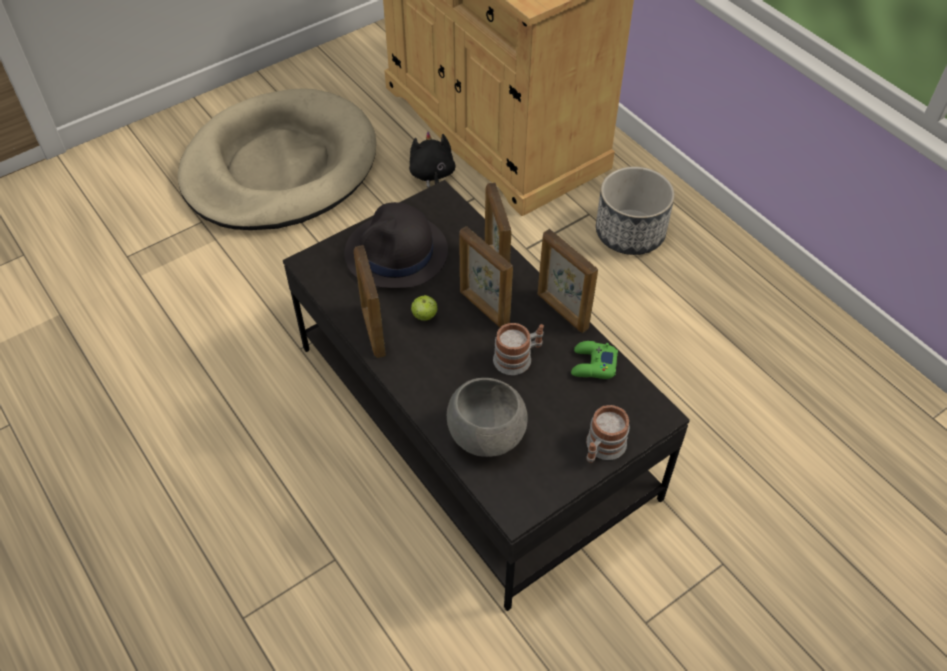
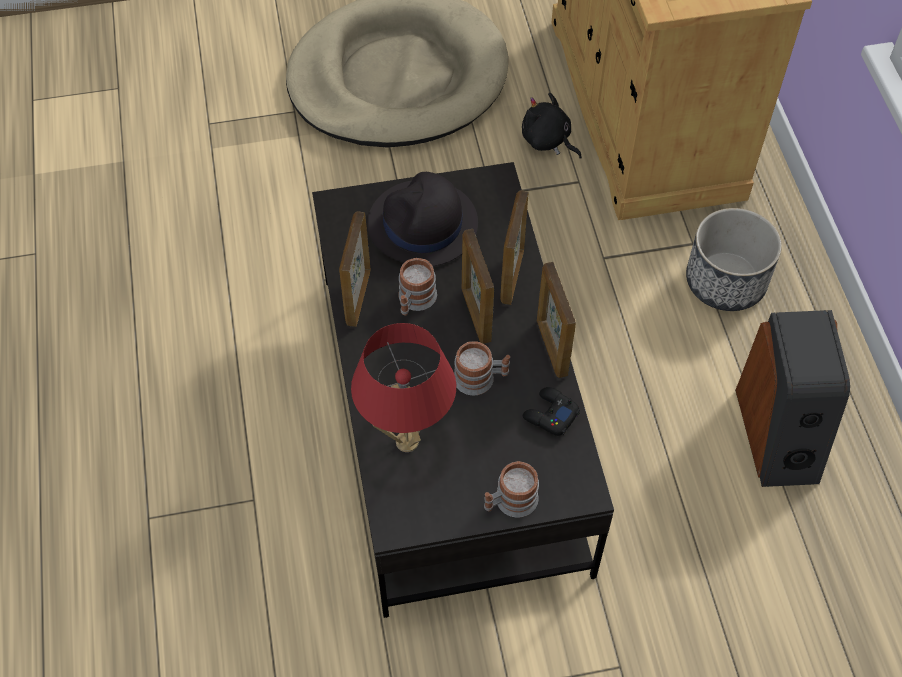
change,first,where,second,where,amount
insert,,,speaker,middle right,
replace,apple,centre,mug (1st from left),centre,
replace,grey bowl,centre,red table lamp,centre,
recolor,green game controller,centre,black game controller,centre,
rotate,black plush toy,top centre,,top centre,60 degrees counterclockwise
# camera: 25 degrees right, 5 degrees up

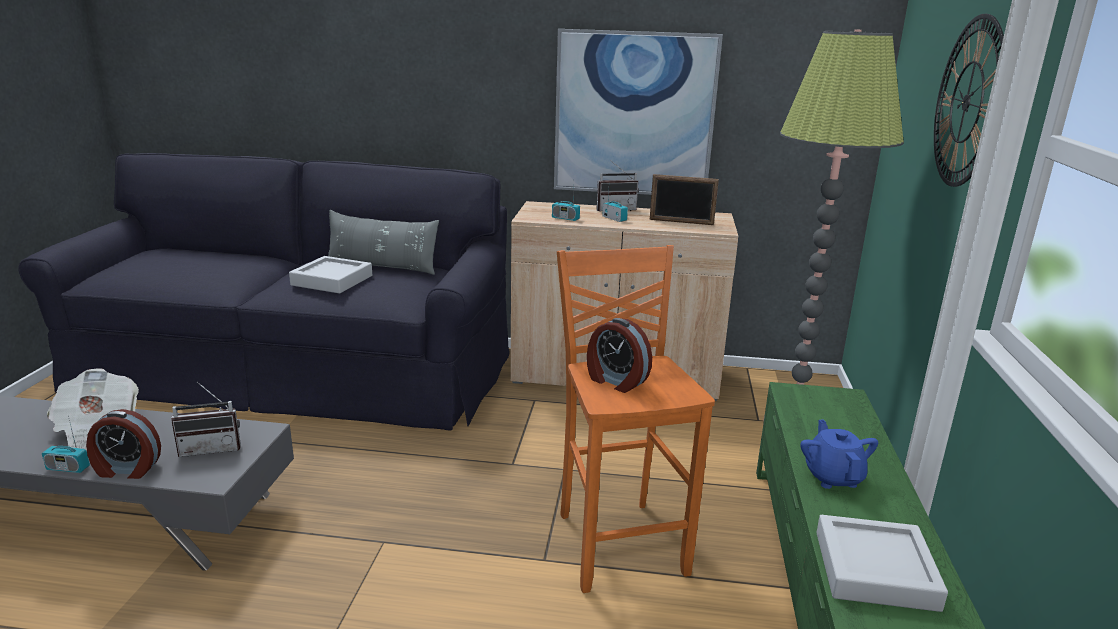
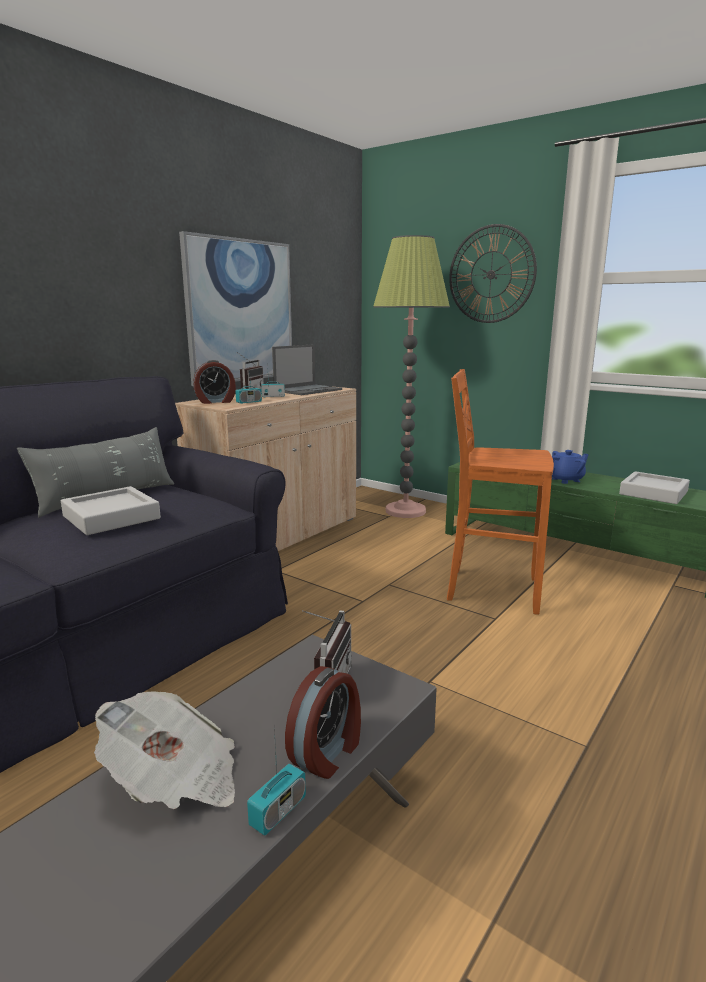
change,first,where,second,where,amount
move,alarm clock (2nd from left in the first image),centre,alarm clock (1st from left),middle left,
replace,picture frame,top centre,laptop,centre,
rotate,blue teapot,bottom right,,middle right,135 degrees clockwise
# camera: 60 degrees left, 5 degrees down

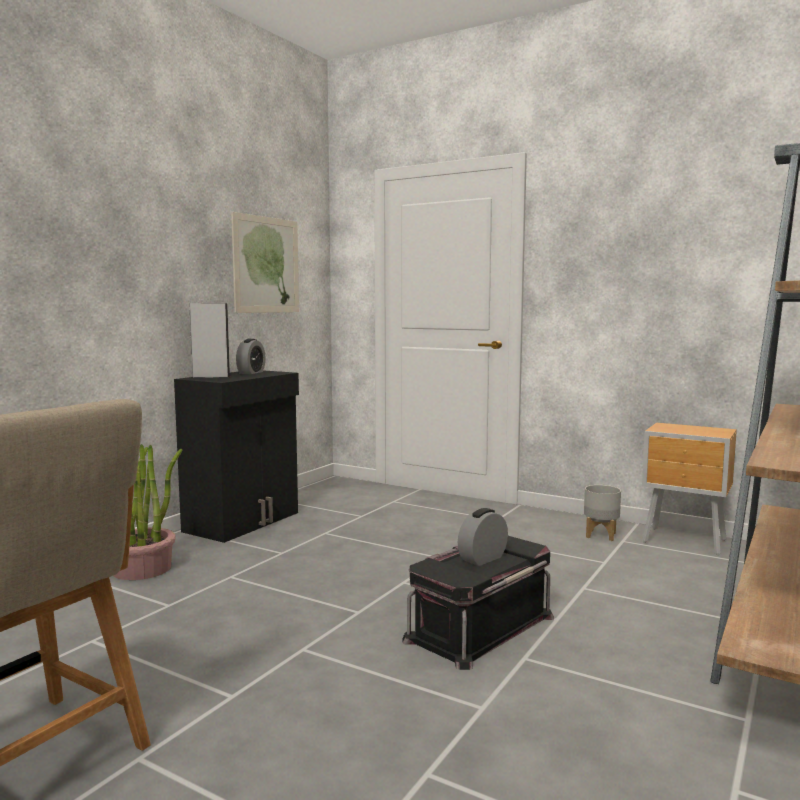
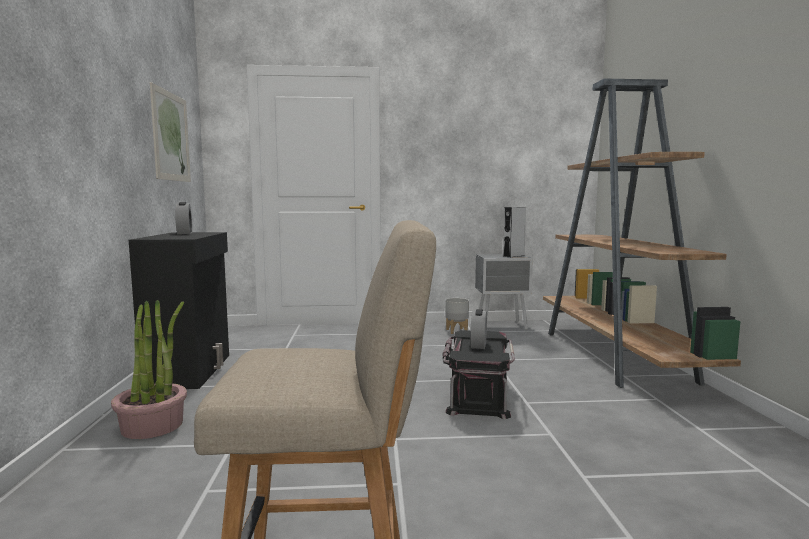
change,first,where,second,where,amount
move,grey speaker,middle left,,centre,
recolor,brown nightstand,middle right,grey nightstand,centre,
# camera: 35 degrees left, 0 degrees up

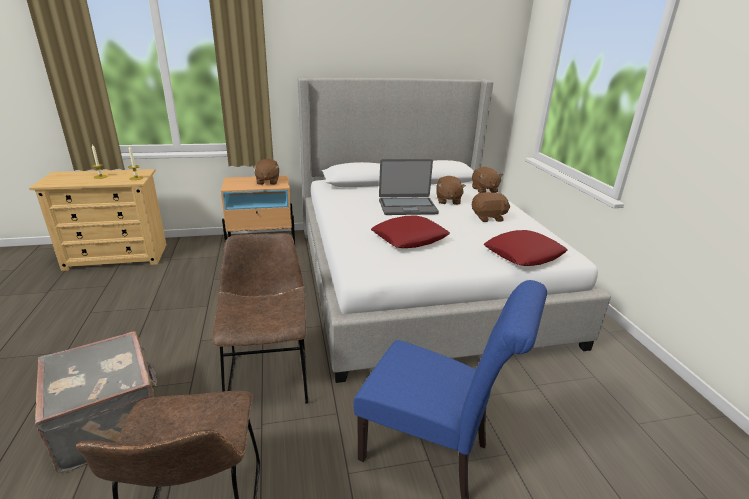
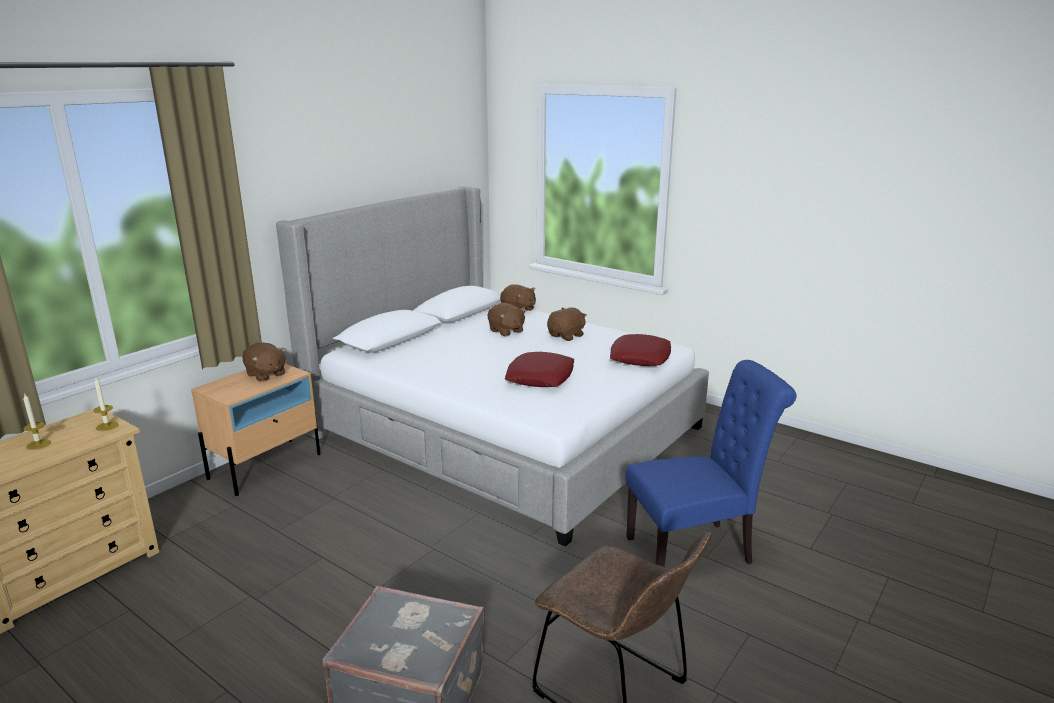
change,first,where,second,where,amount
delete,brown chair (2nd from left),centre,,,
delete,laptop,centre,,,
# camera: 40 degrees left, 5 degrees down

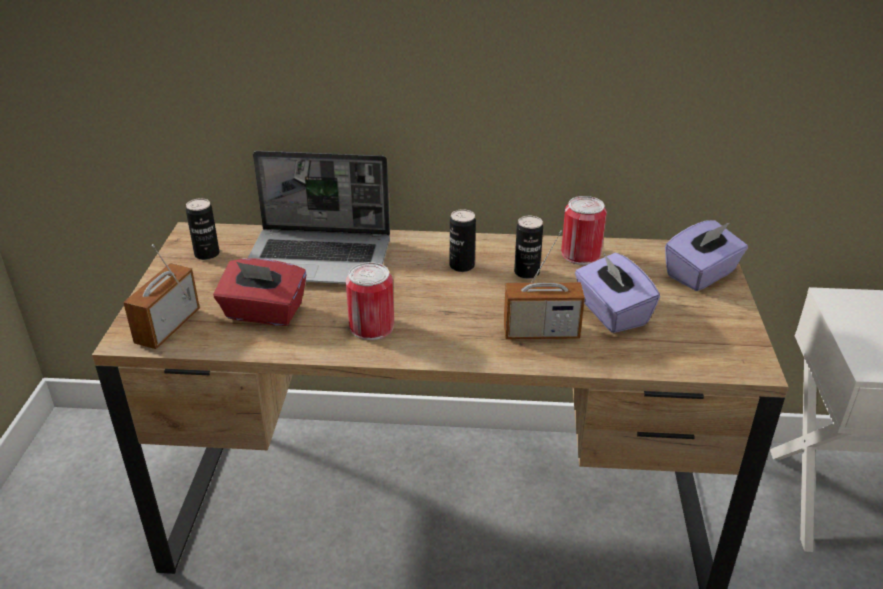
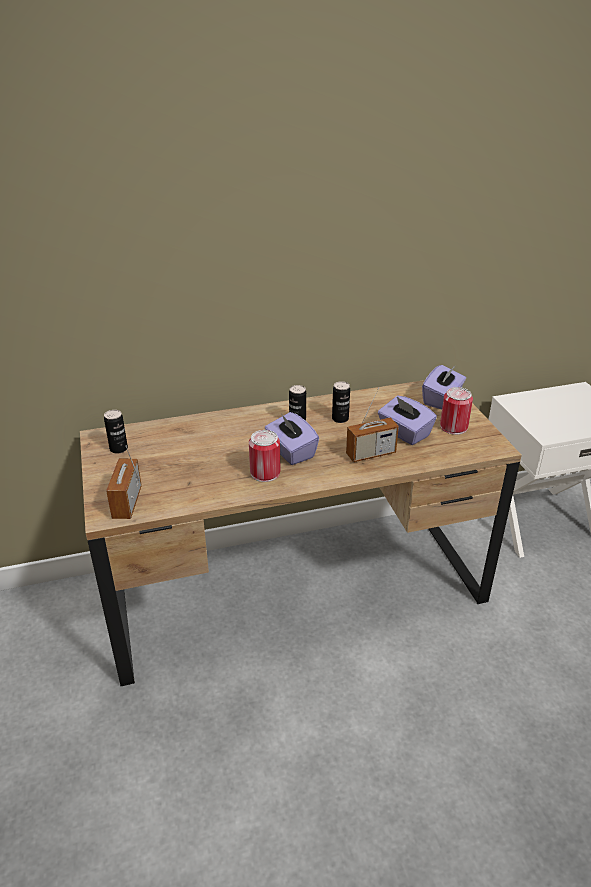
change,first,where,second,where,amount
delete,red tissue box,middle left,,,
delete,laptop,centre,,,
insert,,,purple tissue box (1st from left),centre,
move,can (5th from left),centre,,middle right,
# camera: 20 degrees left, 0 degrees up

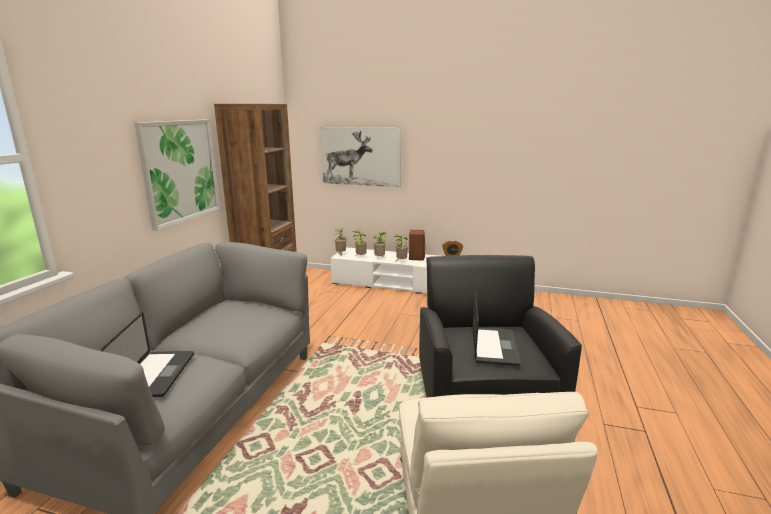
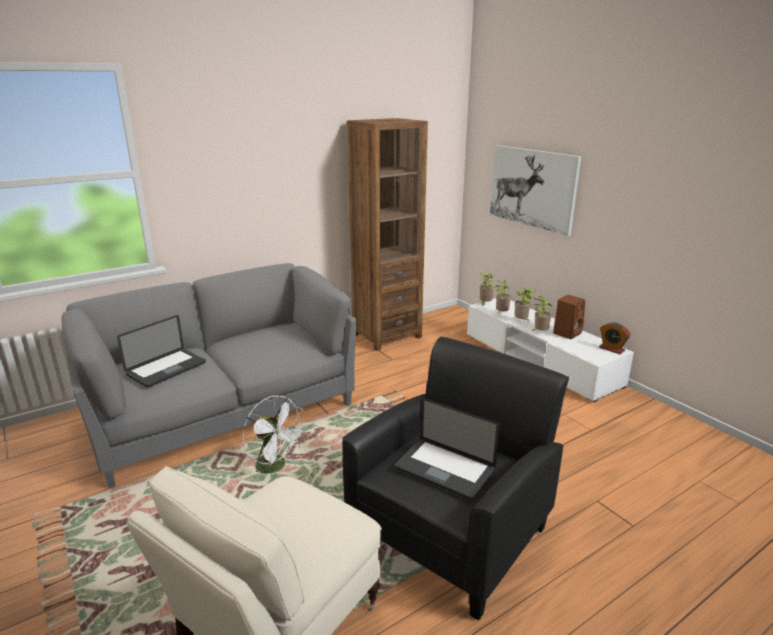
change,first,where,second,where,amount
delete,picture (1st from left),middle left,,,
insert,,,white fan,bottom centre,
rotate,laptop (2nd from left),centre,,bottom centre,75 degrees clockwise
# camera: 40 degrees right, 5 degrees up

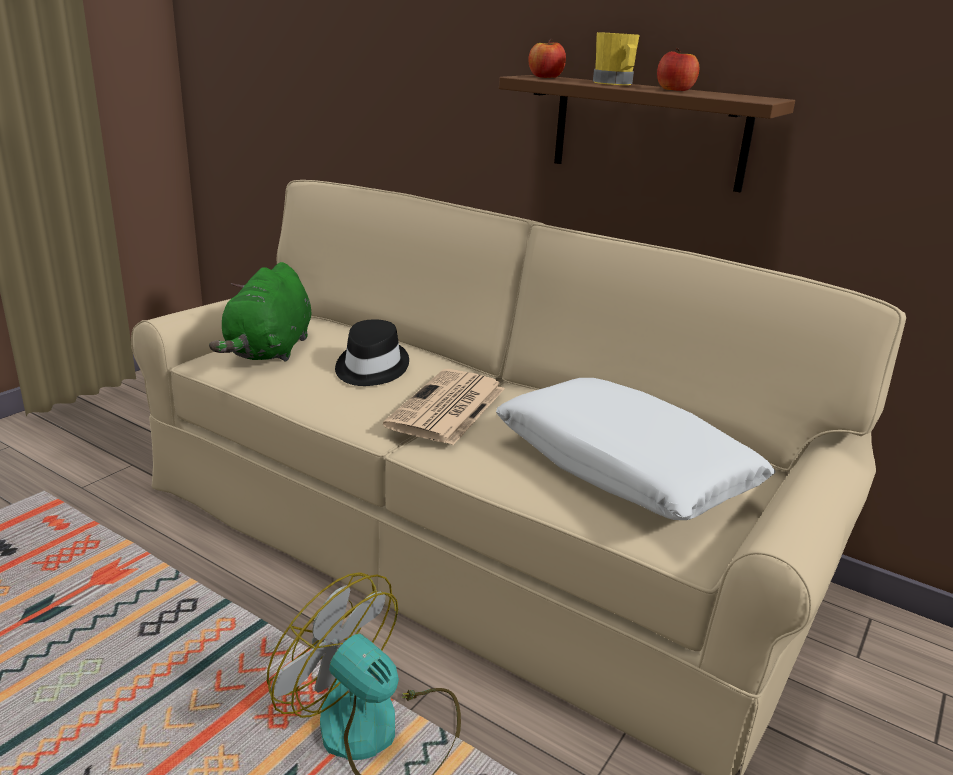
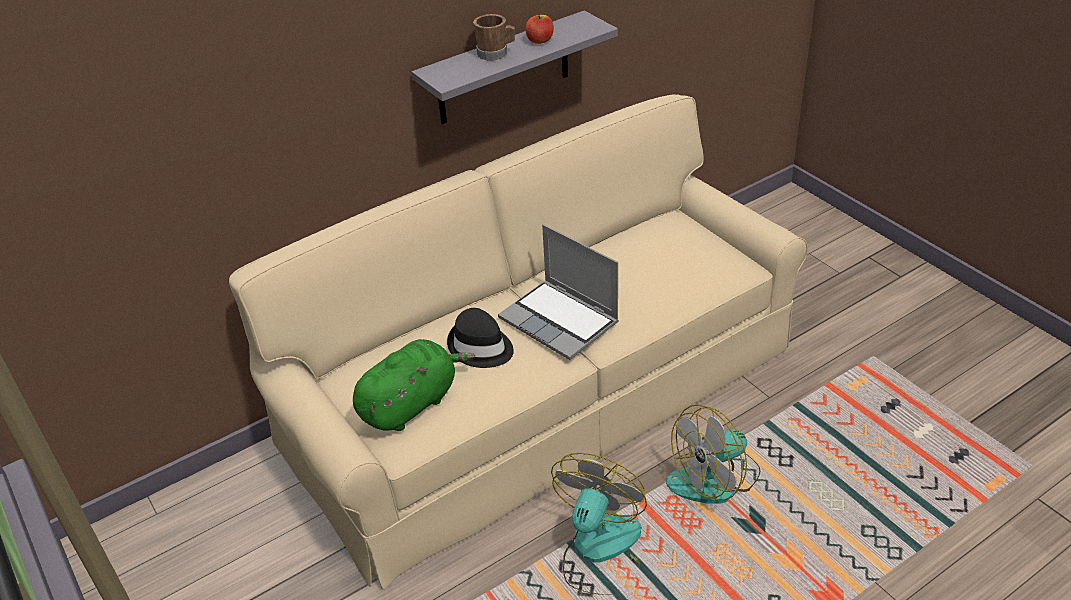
change,first,where,second,where,amount
delete,white pillow,middle right,,,
delete,apple (1st from left),top centre,,,
insert,,,fan (1st from left),bottom centre,
replace,newspaper,centre,laptop,centre,
recolor,brown shelf,top right,grey shelf,top centre,
recolor,yellow mug,top centre,brown mug,top centre,
rotate,green plush toy,middle left,,centre,75 degrees counterclockwise
# camera: 65 degrees left, 15 degrees up

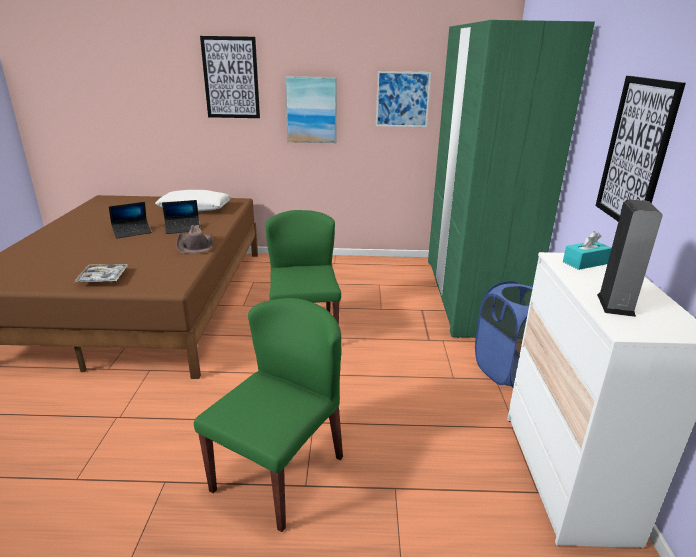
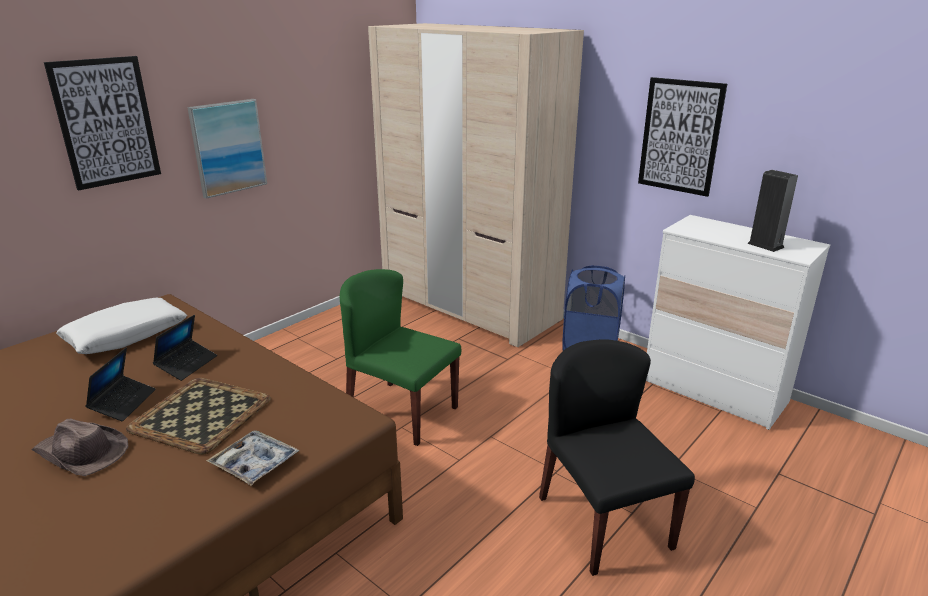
change,first,where,second,where,amount
delete,picture (3rd from left),top centre,,,
delete,turquoise tissue box,middle right,,,
insert,,,tray (1st from left),bottom left,
move,brown hat,middle left,,bottom left,
recolor,green chair (1st from left),bottom centre,black chair,bottom centre,
recolor,green wardrobe,top right,beige wardrobe,top centre,
# camera: 50 degrees left, 0 degrees up

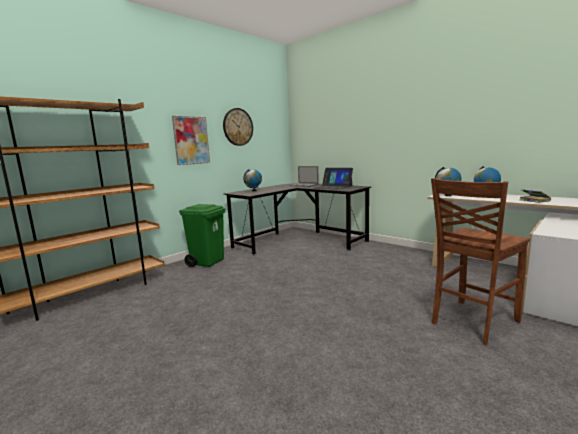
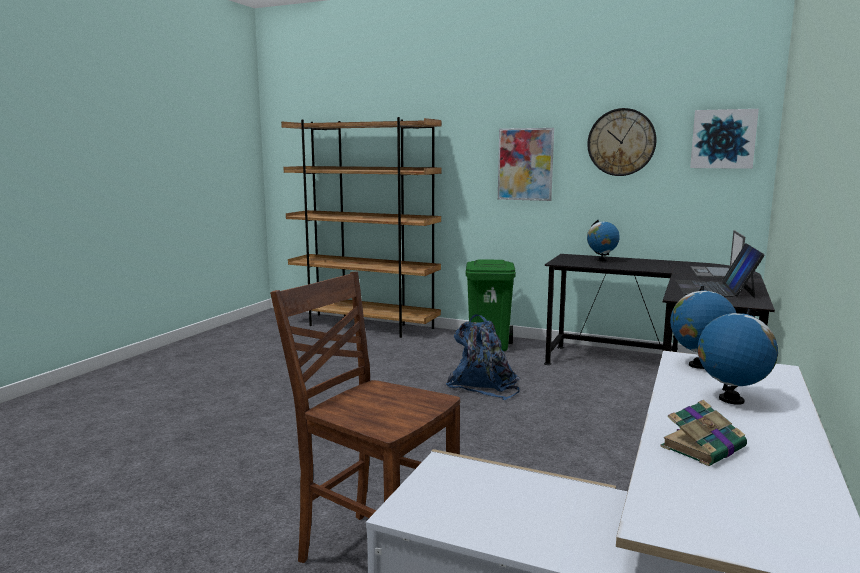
change,first,where,second,where,amount
insert,,,blue backpack,centre,
insert,,,picture (2nd from left),top right,
# camera: 70 degrees right, 0 degrees up

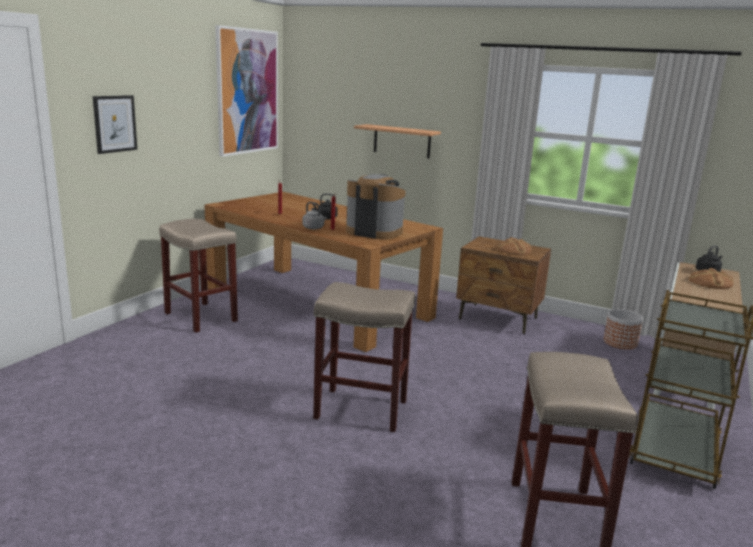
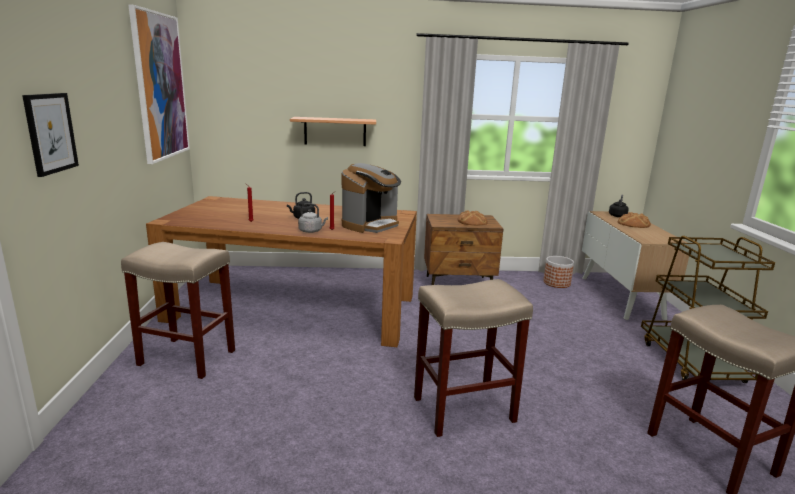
change,first,where,second,where,amount
rotate,coffee machine,centre,,centre,135 degrees clockwise
# camera: 30 degrees left, 0 degrees up

